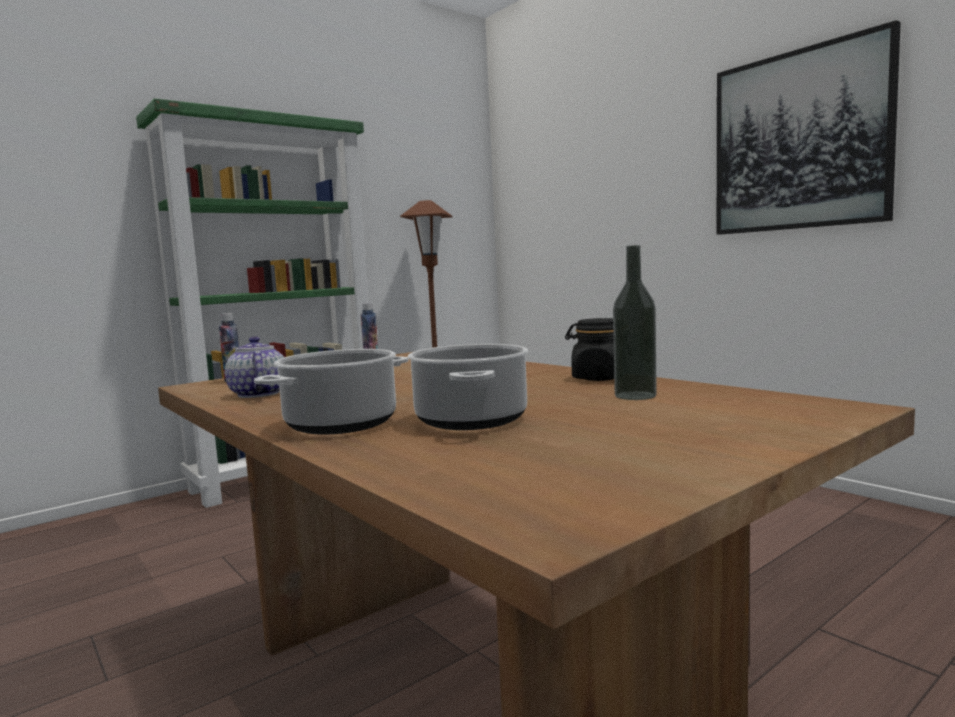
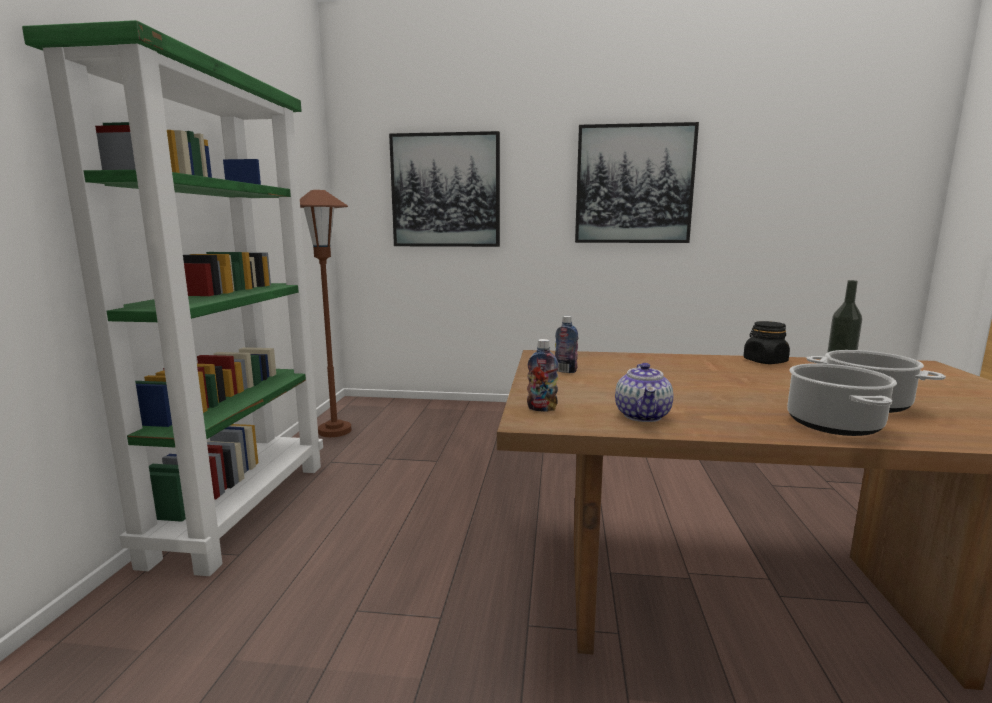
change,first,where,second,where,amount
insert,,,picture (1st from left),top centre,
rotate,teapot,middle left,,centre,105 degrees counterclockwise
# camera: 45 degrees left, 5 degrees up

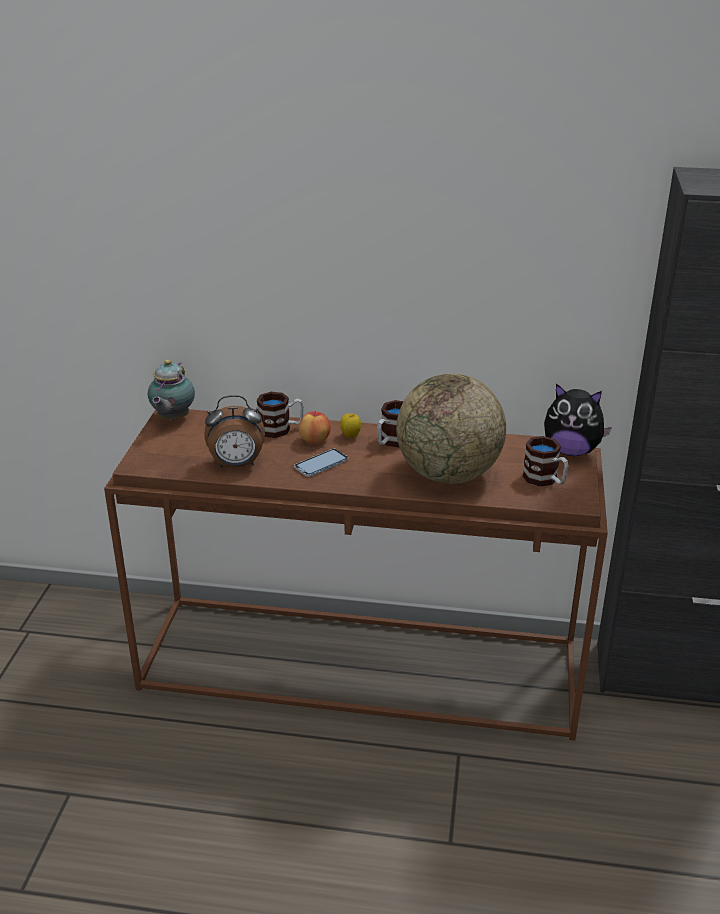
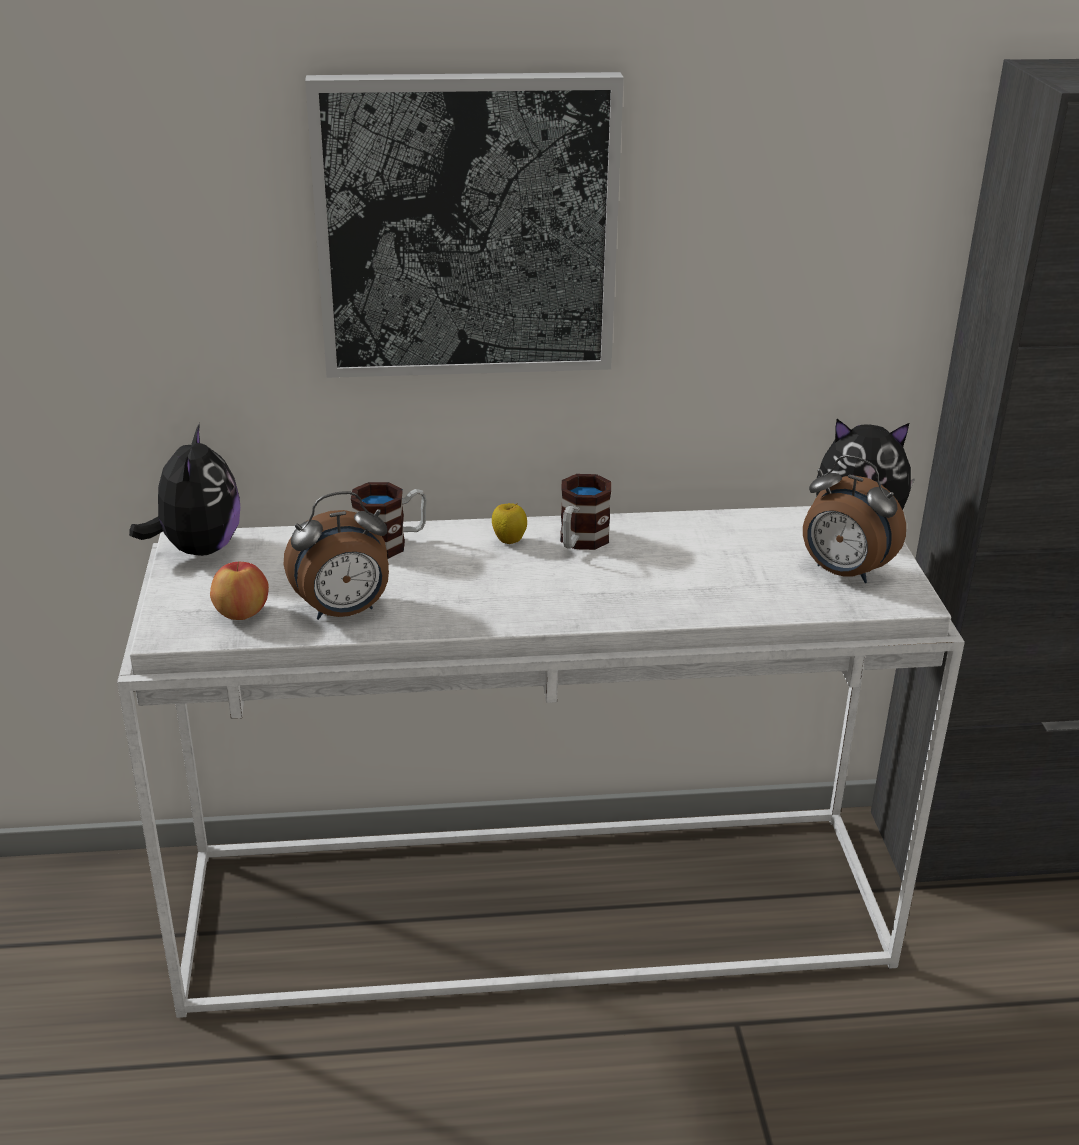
change,first,where,second,where,amount
delete,phone,centre,,,
delete,globe,centre,,,
insert,,,picture,top centre,
move,apple (1st from left),centre,,middle left,
replace,teapot,middle left,plush toy (1st from left),middle left,
replace,mug (3rd from left),middle right,alarm clock (2nd from left),middle right,
recolor,brown console table,centre,white console table,centre,
# camera: 15 degrees left, 0 degrees up

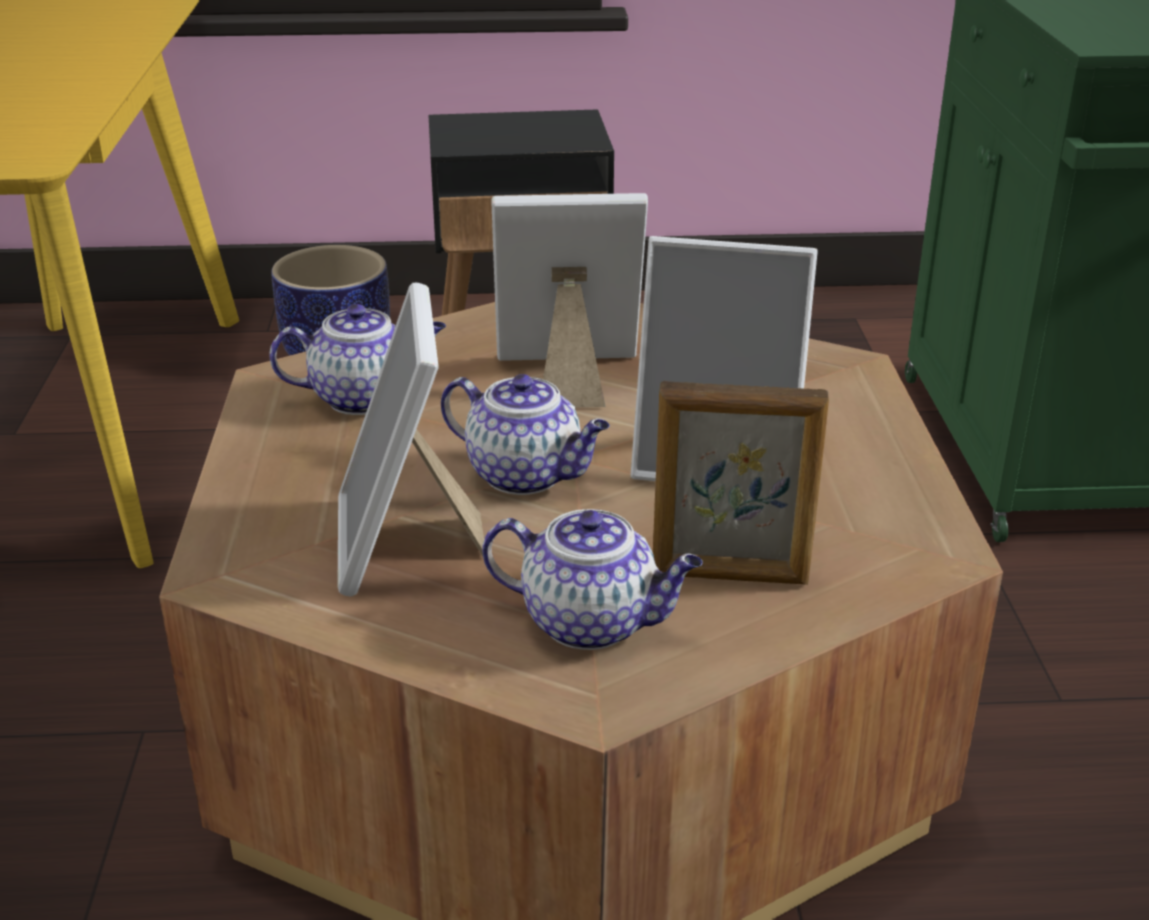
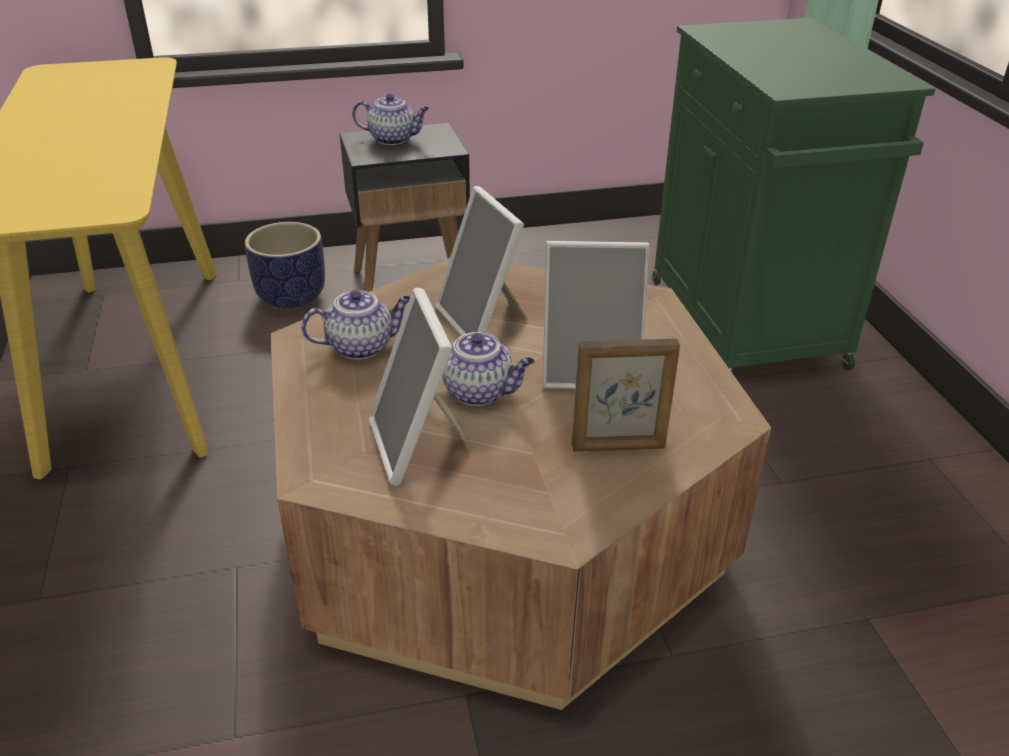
change,first,where,second,where,amount
move,teapot (3rd from left in the first image),centre,teapot (2nd from left),top centre,
rotate,picture frame (2nd from left),top centre,,centre,105 degrees counterclockwise
# camera: 10 degrees left, 5 degrees up

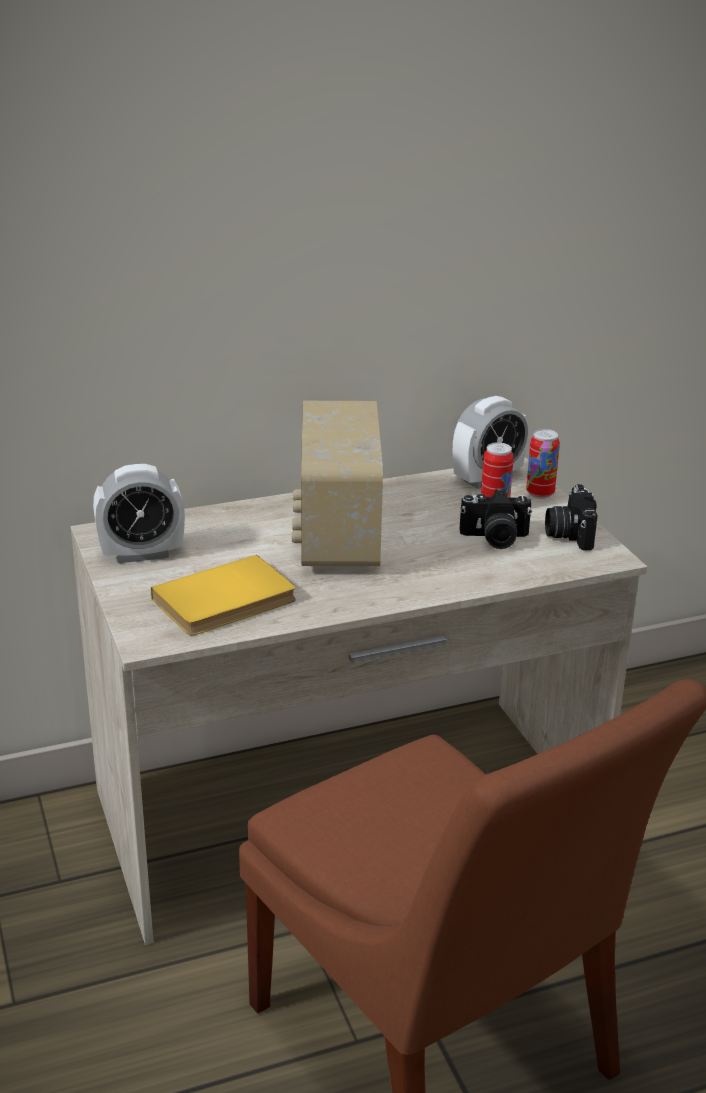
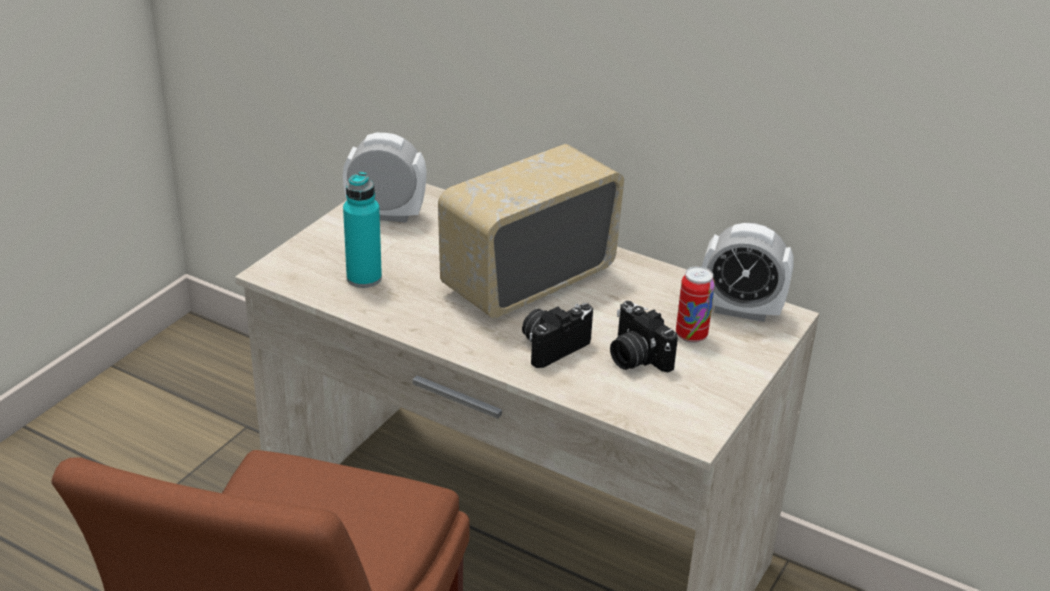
change,first,where,second,where,amount
delete,can (2nd from left),middle right,,,
move,photo camera (2nd from left in the first image),middle right,photo camera (1st from left),centre,
replace,yellow book,middle left,turquoise bottle,centre,
rotate,alarm clock (1st from left),middle left,,top centre,150 degrees clockwise
# camera: 50 degrees right, 5 degrees up

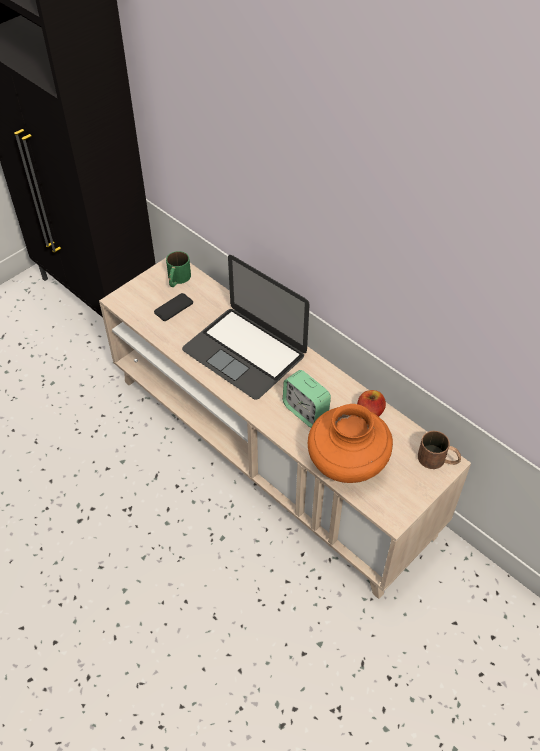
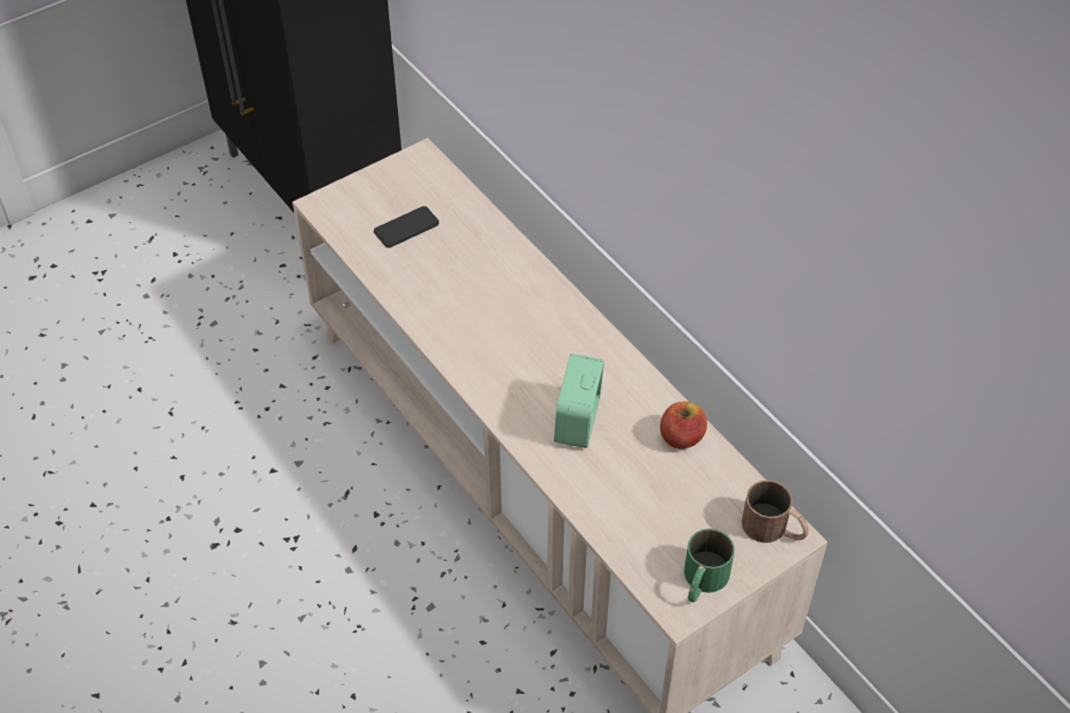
change,first,where,second,where,amount
delete,laptop,centre,,,
delete,orange vase,centre,,,
move,green mug,middle left,,bottom centre,
rotate,alarm clock,centre,,centre,45 degrees clockwise
# camera: 10 degrees right, 0 degrees up

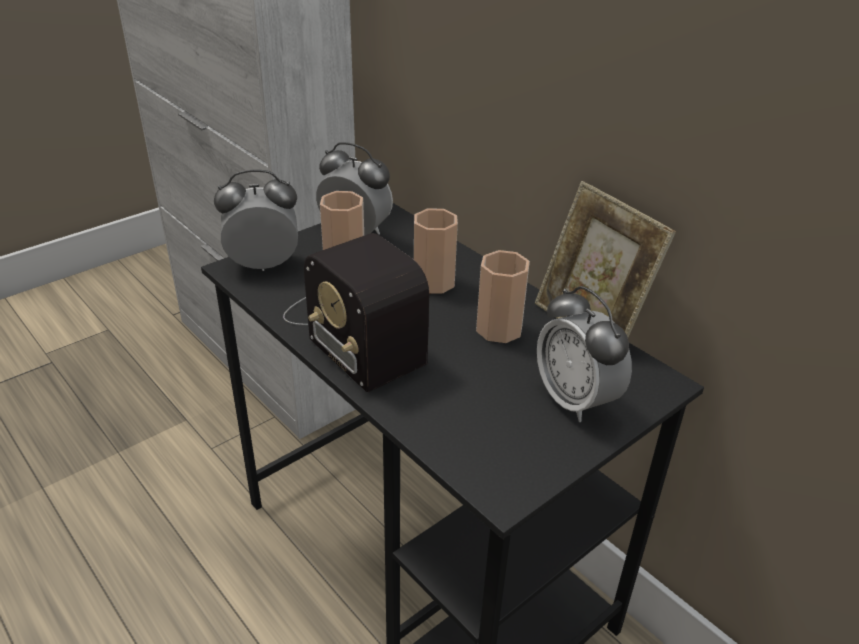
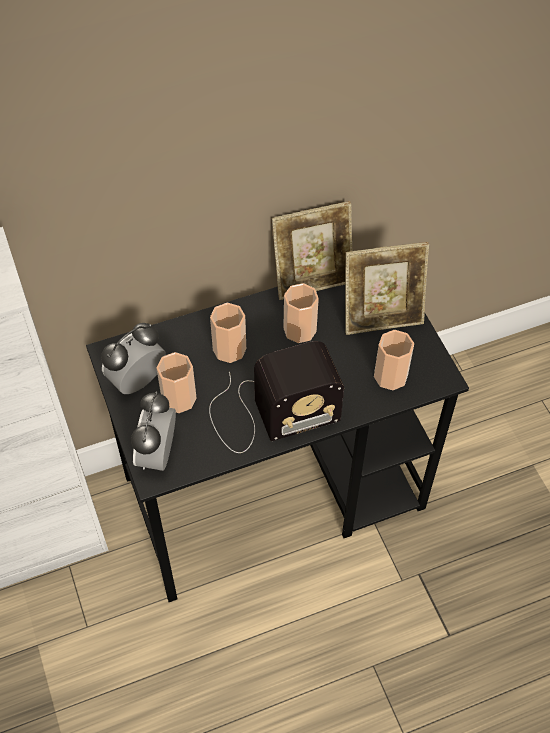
change,first,where,second,where,amount
insert,,,cup (4th from left),middle right,
replace,alarm clock (3rd from left),middle right,picture frame (2nd from left),middle right,
# camera: 70 degrees left, 20 degrees up

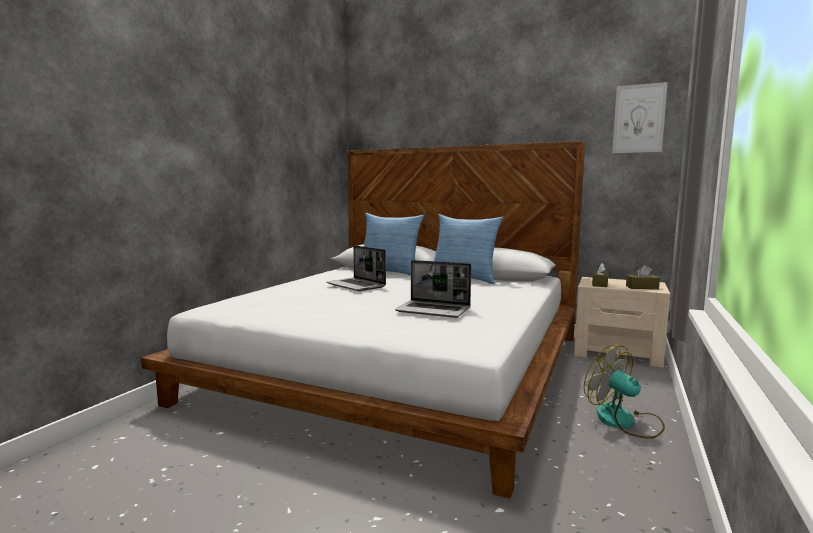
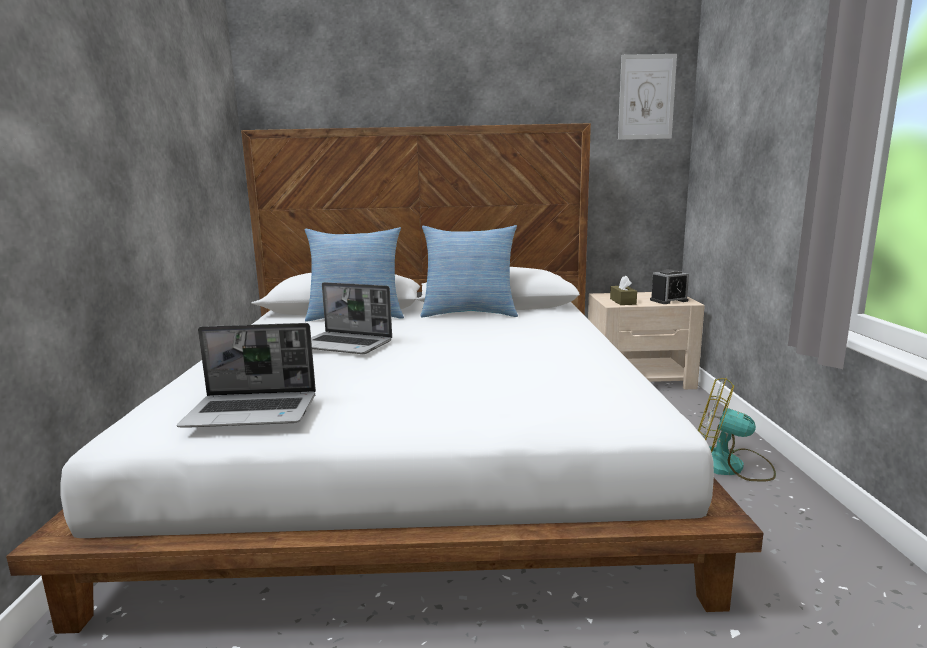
change,first,where,second,where,amount
move,laptop (2nd from left in the first image),centre,laptop (1st from left),middle left,
replace,brown tissue box (2nd from left),middle right,alarm clock,middle right,
# camera: 25 degrees left, 5 degrees up

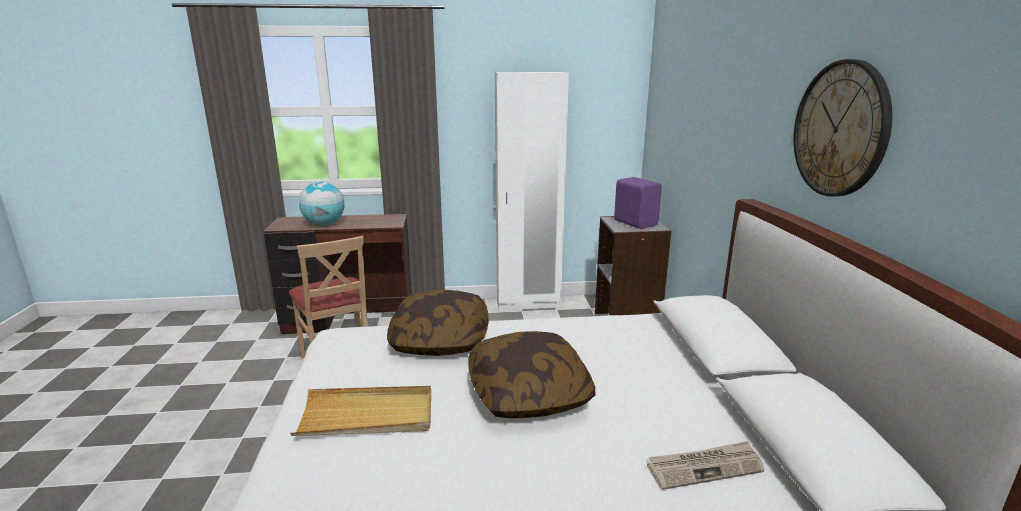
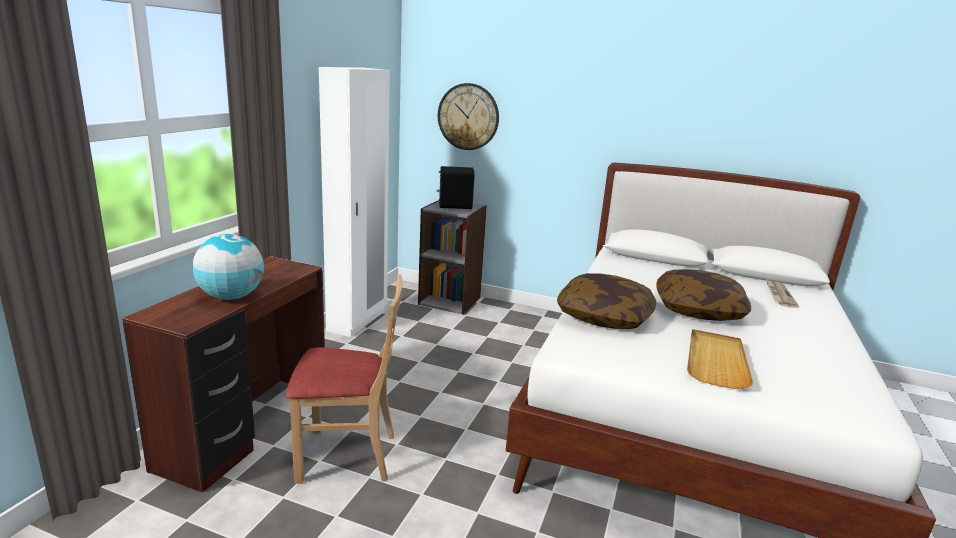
change,first,where,second,where,amount
move,wall clock,top right,,top centre,
recolor,purple speaker,centre,black speaker,centre,
# camera: 65 degrees left, 0 degrees up

